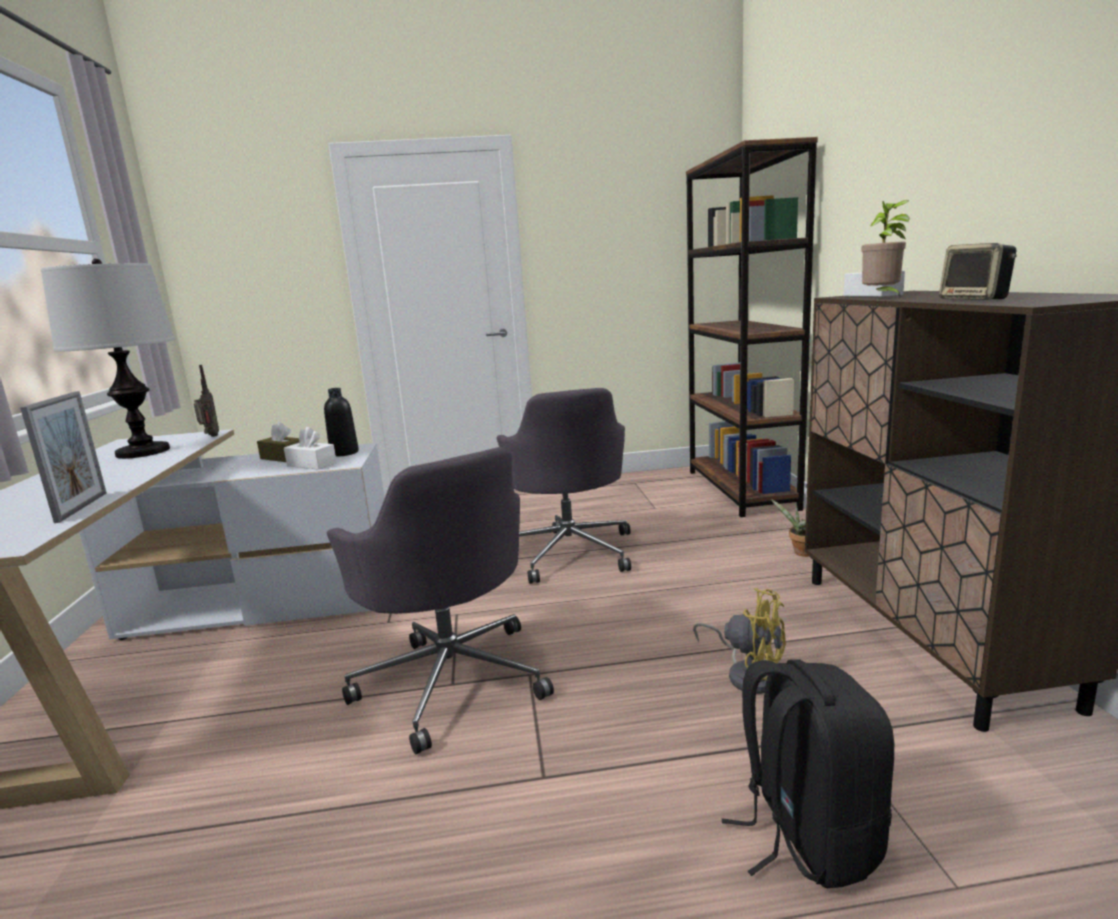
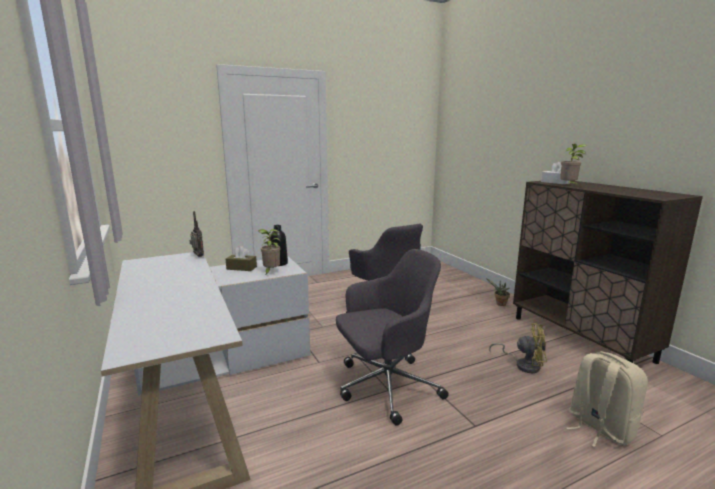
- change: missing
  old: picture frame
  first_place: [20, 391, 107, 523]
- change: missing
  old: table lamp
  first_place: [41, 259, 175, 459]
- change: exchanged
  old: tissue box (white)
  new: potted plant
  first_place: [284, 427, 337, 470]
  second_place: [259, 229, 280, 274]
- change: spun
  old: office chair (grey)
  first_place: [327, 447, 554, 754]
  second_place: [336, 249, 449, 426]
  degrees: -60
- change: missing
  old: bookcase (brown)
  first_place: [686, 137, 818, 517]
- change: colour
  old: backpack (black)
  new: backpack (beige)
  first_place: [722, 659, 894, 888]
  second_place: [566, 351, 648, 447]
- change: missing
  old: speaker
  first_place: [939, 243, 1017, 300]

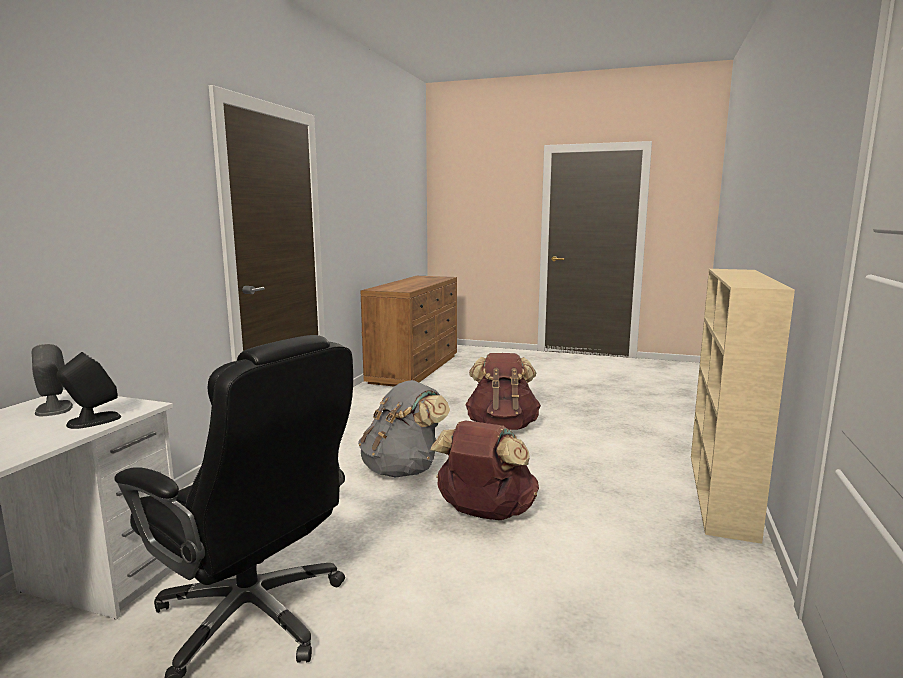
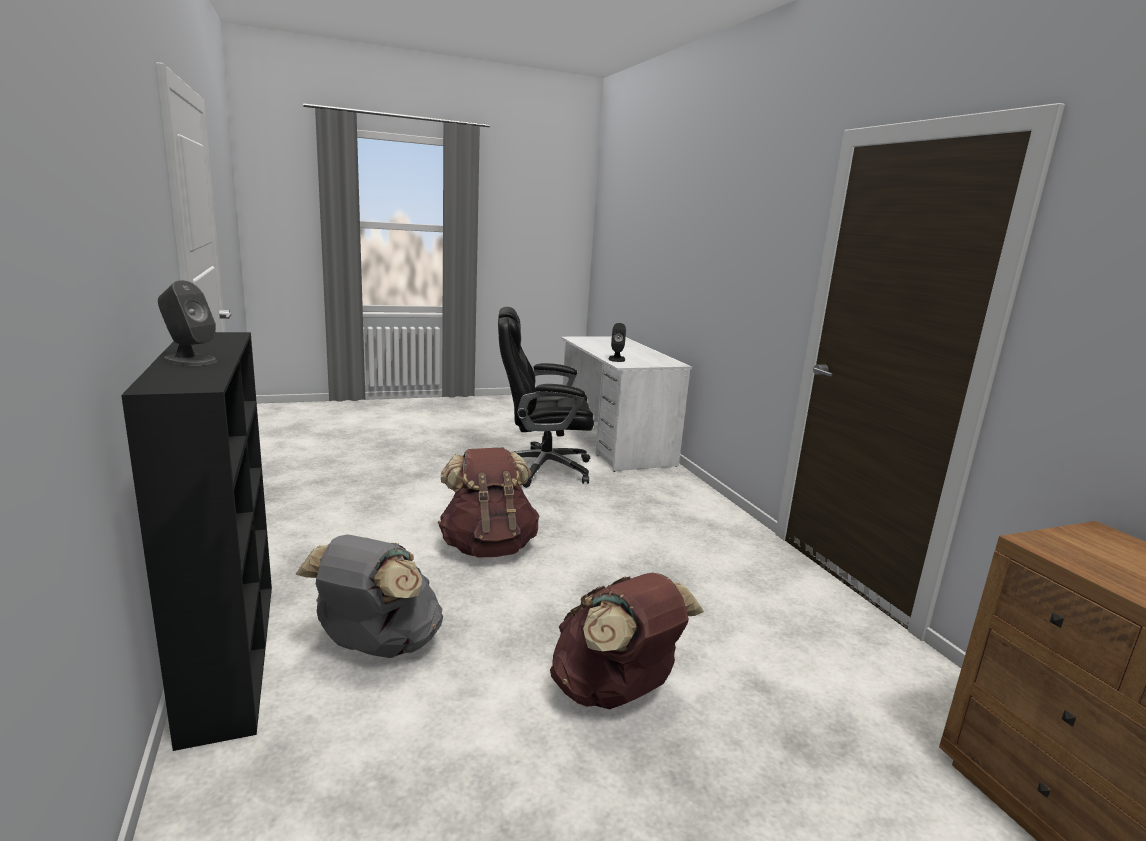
- change: relocated
  old: speaker (grey)
  first_place: [32, 344, 73, 416]
  second_place: [158, 280, 217, 366]
- change: relocated
  old: backpack (grey)
  first_place: [358, 380, 450, 478]
  second_place: [296, 534, 443, 658]
- change: colour
  old: bookcase (beige)
  new: bookcase (black)
  first_place: [691, 269, 795, 544]
  second_place: [121, 332, 272, 751]

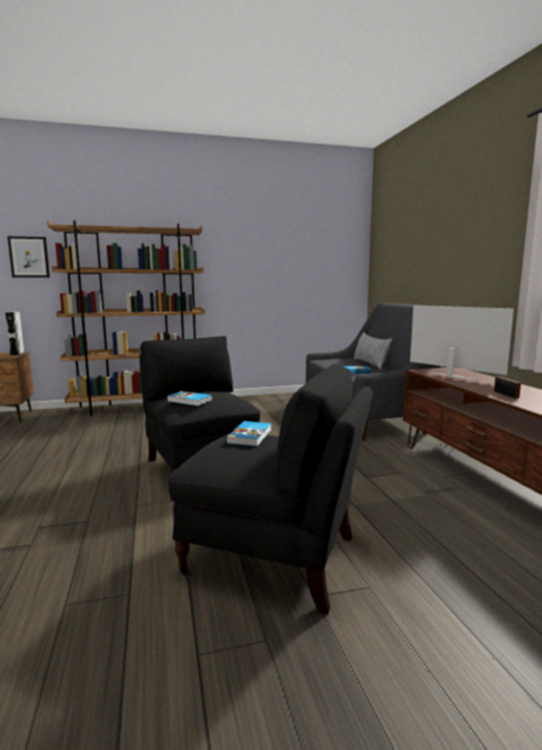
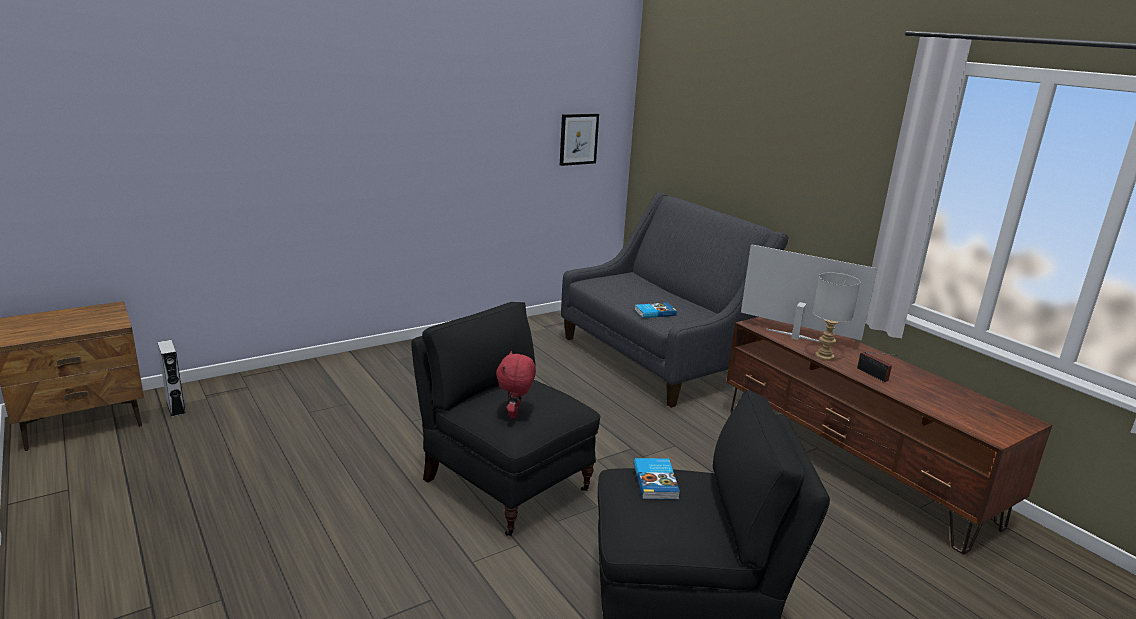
- change: relocated
  old: speaker (grey)
  first_place: [5, 311, 24, 355]
  second_place: [157, 340, 186, 417]
- change: relocated
  old: picture
  first_place: [7, 236, 50, 277]
  second_place: [560, 114, 599, 166]
- change: missing
  old: bookcase (brown)
  first_place: [47, 220, 205, 416]
- change: exchanged
  old: book
  new: plush toy (red)
  first_place: [167, 391, 212, 406]
  second_place: [496, 351, 536, 418]
- change: missing
  old: pillow
  first_place: [353, 332, 392, 369]
- change: appeared
  new: table lamp (grey)
  second_place: [813, 272, 860, 361]

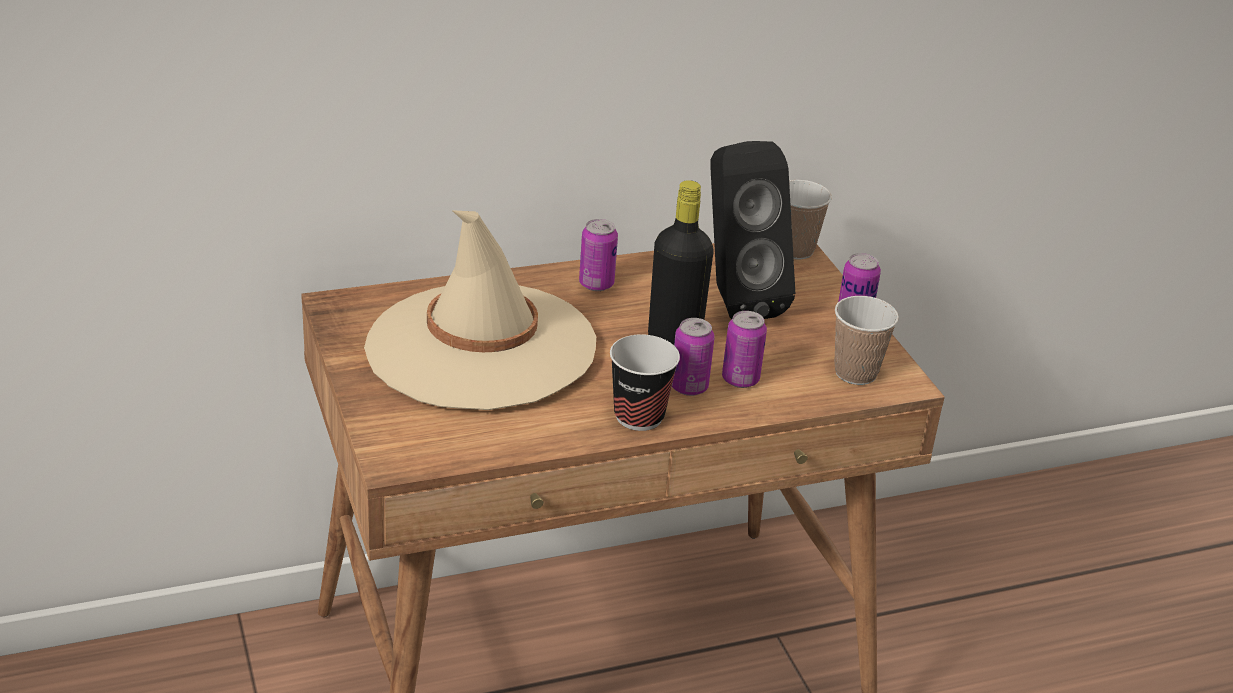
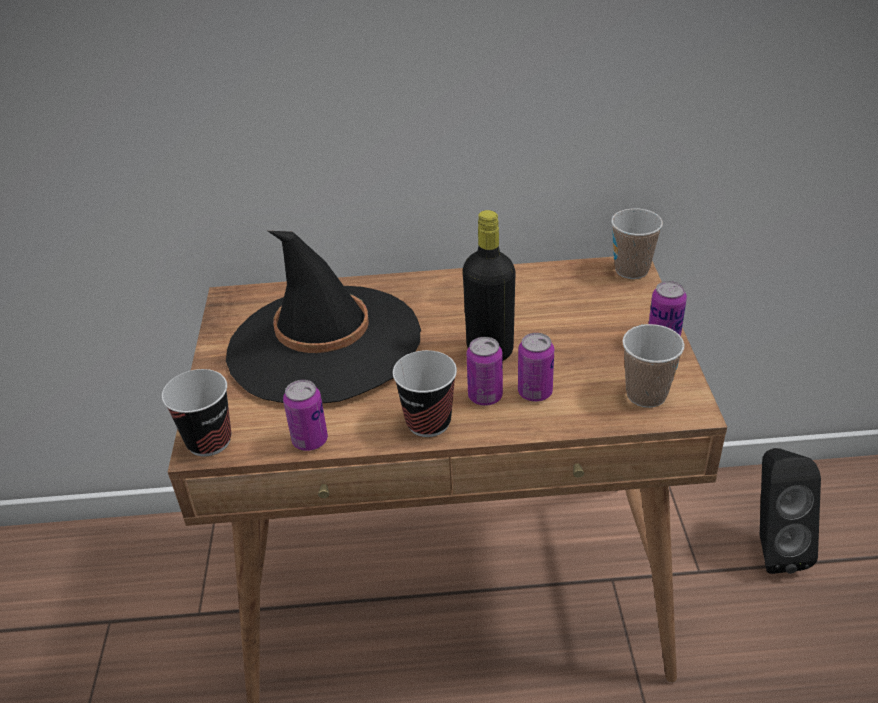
- change: colour
  old: hat (beige)
  new: hat (black)
  first_place: [364, 210, 596, 410]
  second_place: [226, 231, 421, 403]
- change: relocated
  old: can
  first_place: [579, 219, 618, 291]
  second_place: [283, 380, 328, 451]
- change: relocated
  old: speaker (black)
  first_place: [710, 141, 795, 319]
  second_place: [760, 448, 821, 574]
- change: appeared
  new: cup
  second_place: [162, 369, 231, 457]

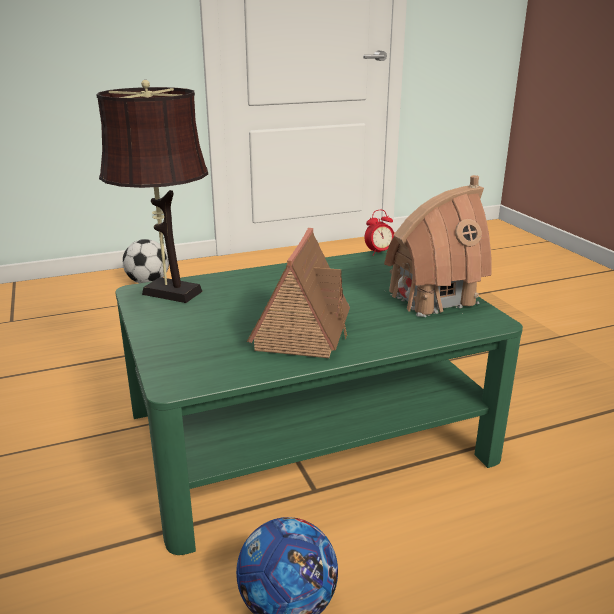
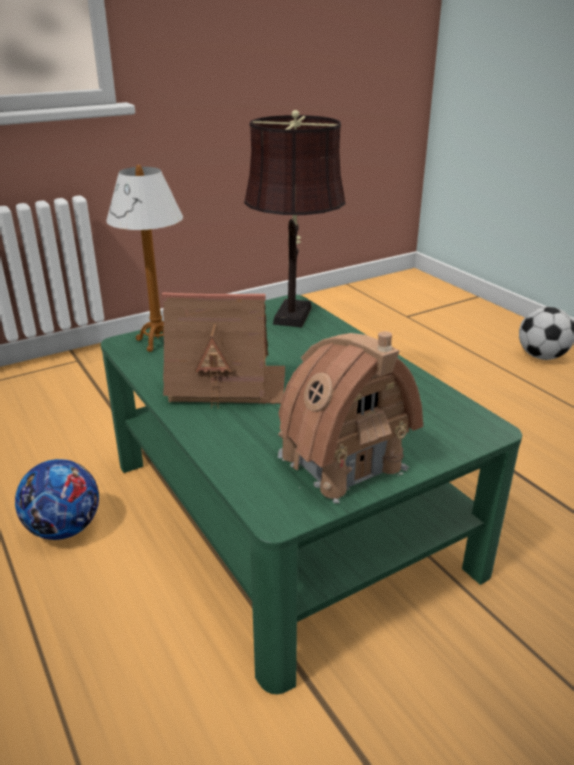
- change: missing
  old: alarm clock
  first_place: [365, 210, 394, 256]
- change: appeared
  new: table lamp
  second_place: [106, 165, 183, 352]

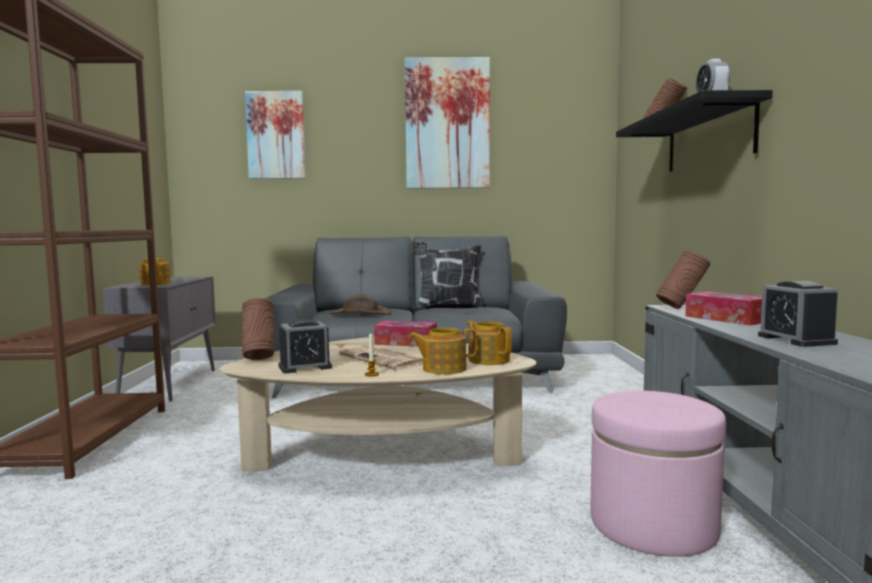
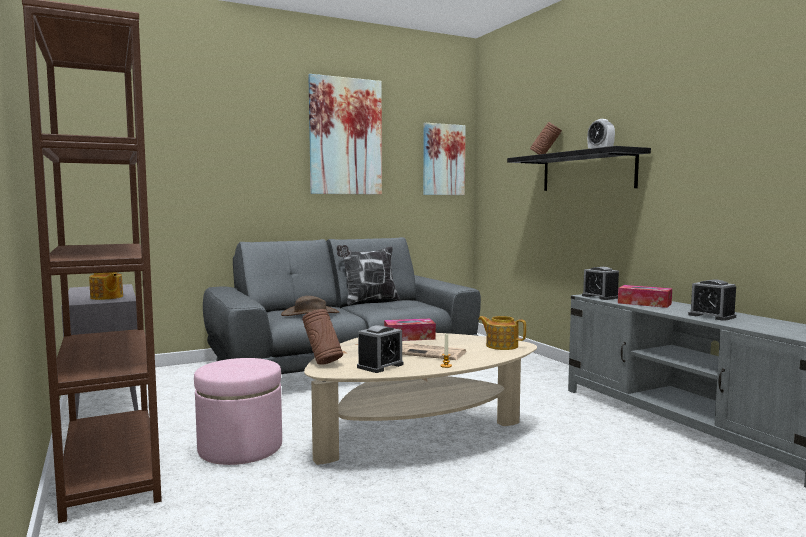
- change: relocated
  old: picture
  first_place: [245, 91, 306, 179]
  second_place: [423, 123, 465, 195]
- change: missing
  old: teapot
  first_place: [409, 328, 477, 374]
- change: relocated
  old: ottoman (pink)
  first_place: [591, 391, 726, 557]
  second_place: [194, 358, 282, 465]
- change: exchanged
  old: vase (brown)
  new: alarm clock
  first_place: [656, 250, 710, 309]
  second_place: [582, 267, 619, 300]

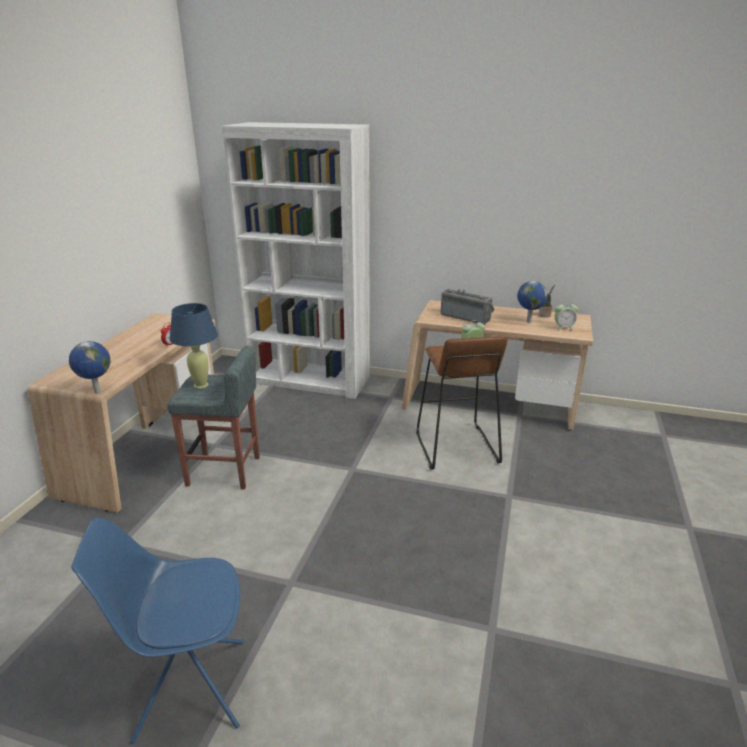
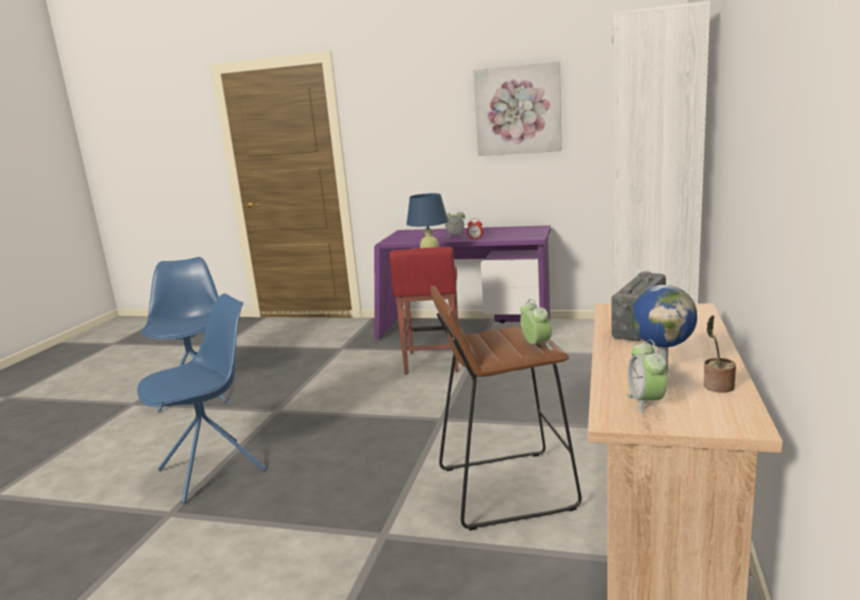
- change: colour
  old: desk (beige)
  new: desk (purple)
  first_place: [28, 313, 215, 513]
  second_place: [374, 225, 551, 339]
- change: missing
  old: globe
  first_place: [69, 341, 110, 394]
- change: colour
  old: stool (grey)
  new: stool (red)
  first_place: [167, 346, 260, 490]
  second_place: [389, 247, 459, 375]
- change: appeared
  new: chair (blue)
  second_place: [137, 294, 266, 504]
- change: appeared
  new: alarm clock
  second_place: [445, 208, 465, 238]
- change: appeared
  new: picture
  second_place: [473, 61, 562, 156]

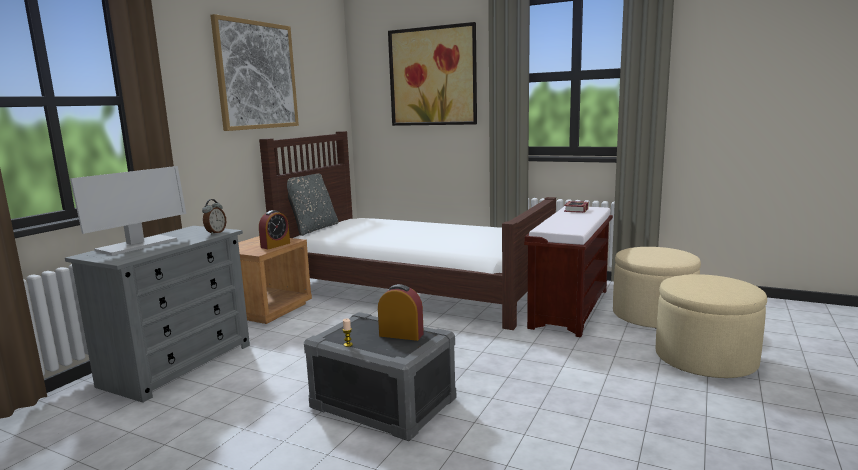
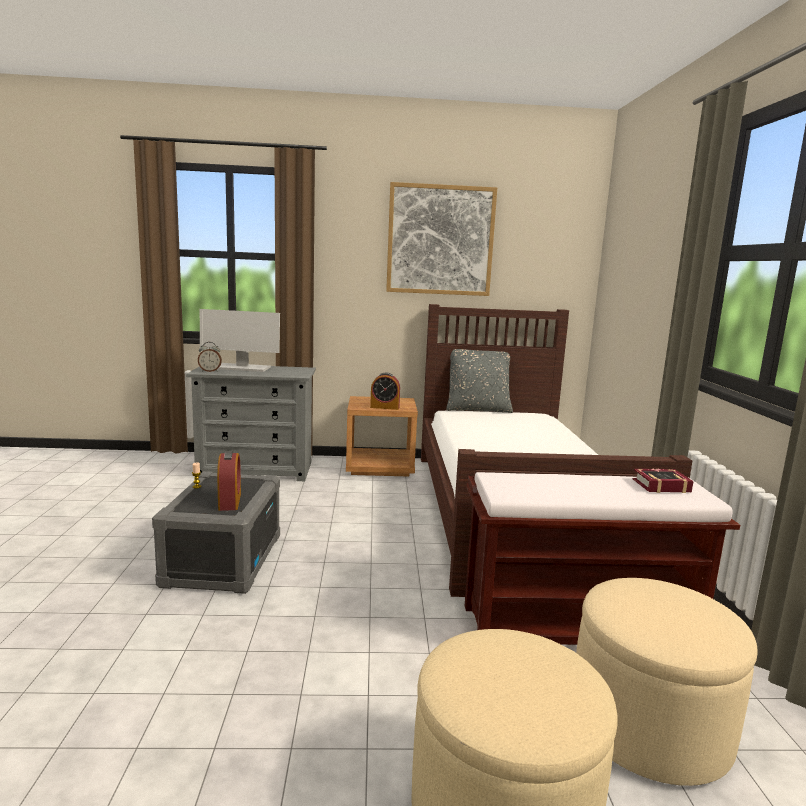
- change: relocated
  old: alarm clock
  first_place: [202, 199, 226, 235]
  second_place: [198, 342, 222, 372]
- change: missing
  old: picture
  first_place: [388, 22, 477, 126]

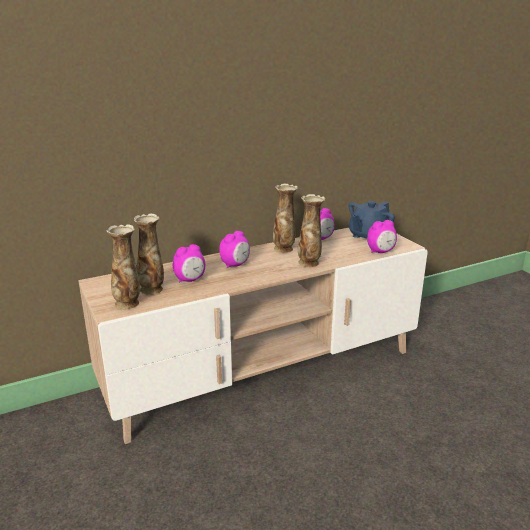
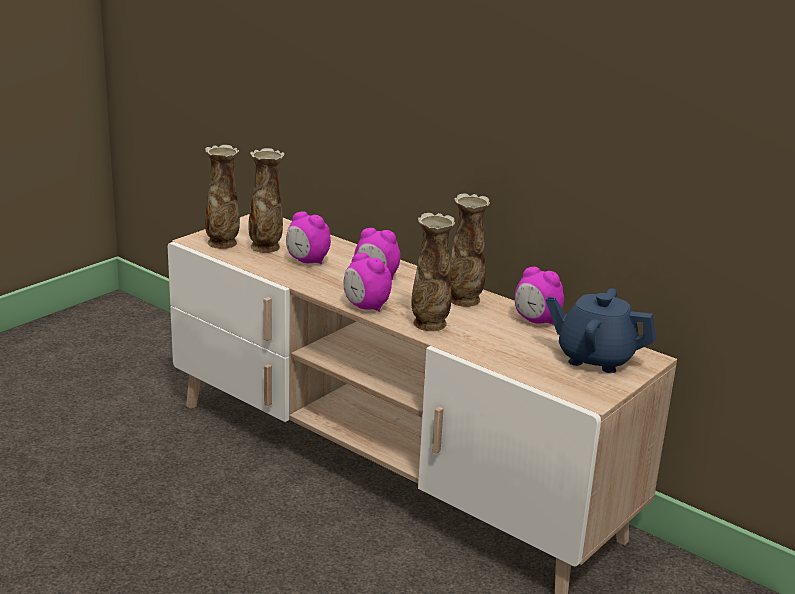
- change: relocated
  old: alarm clock
  first_place: [367, 220, 397, 253]
  second_place: [344, 253, 392, 312]

